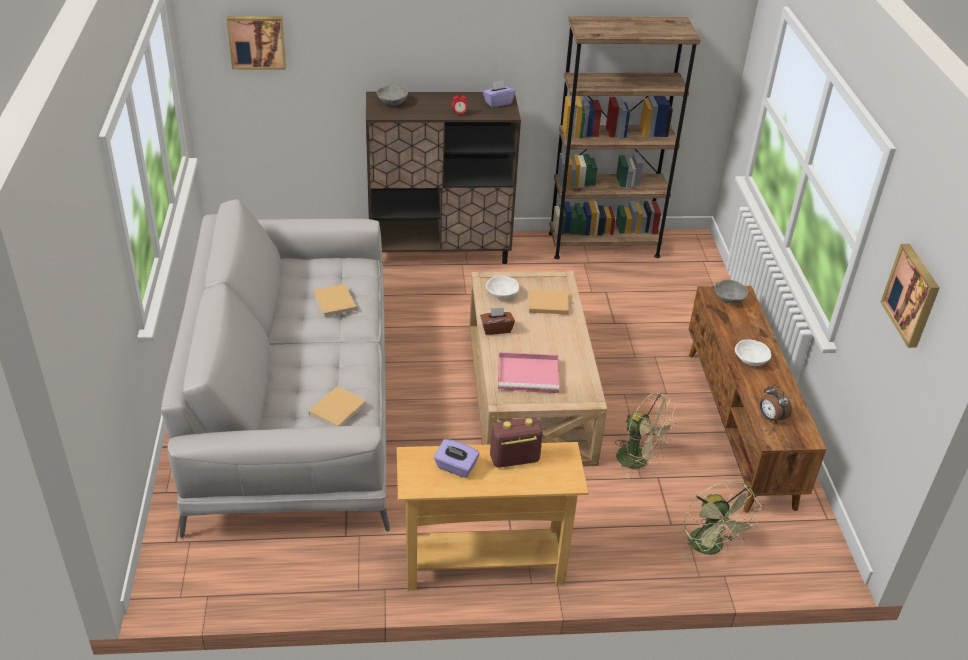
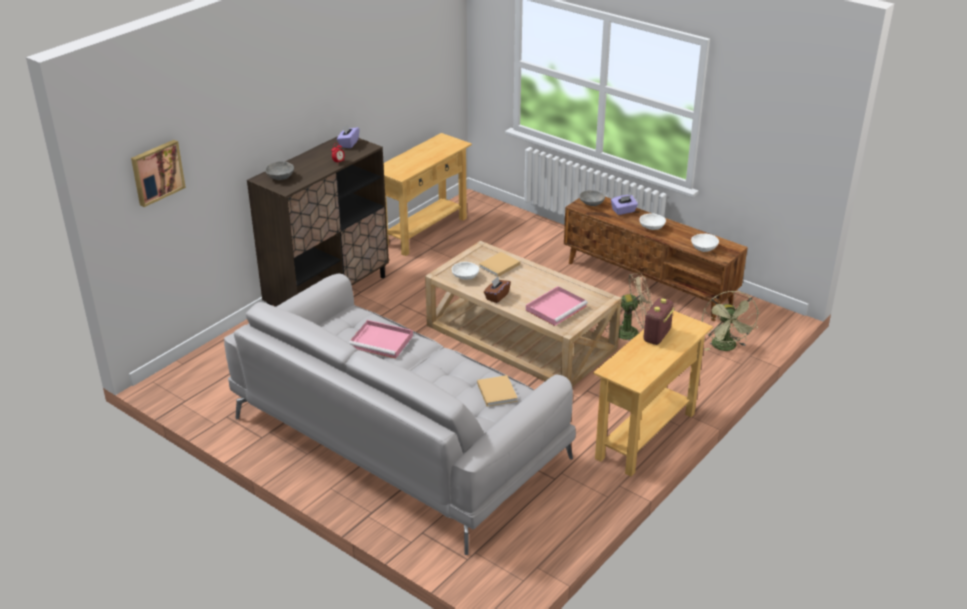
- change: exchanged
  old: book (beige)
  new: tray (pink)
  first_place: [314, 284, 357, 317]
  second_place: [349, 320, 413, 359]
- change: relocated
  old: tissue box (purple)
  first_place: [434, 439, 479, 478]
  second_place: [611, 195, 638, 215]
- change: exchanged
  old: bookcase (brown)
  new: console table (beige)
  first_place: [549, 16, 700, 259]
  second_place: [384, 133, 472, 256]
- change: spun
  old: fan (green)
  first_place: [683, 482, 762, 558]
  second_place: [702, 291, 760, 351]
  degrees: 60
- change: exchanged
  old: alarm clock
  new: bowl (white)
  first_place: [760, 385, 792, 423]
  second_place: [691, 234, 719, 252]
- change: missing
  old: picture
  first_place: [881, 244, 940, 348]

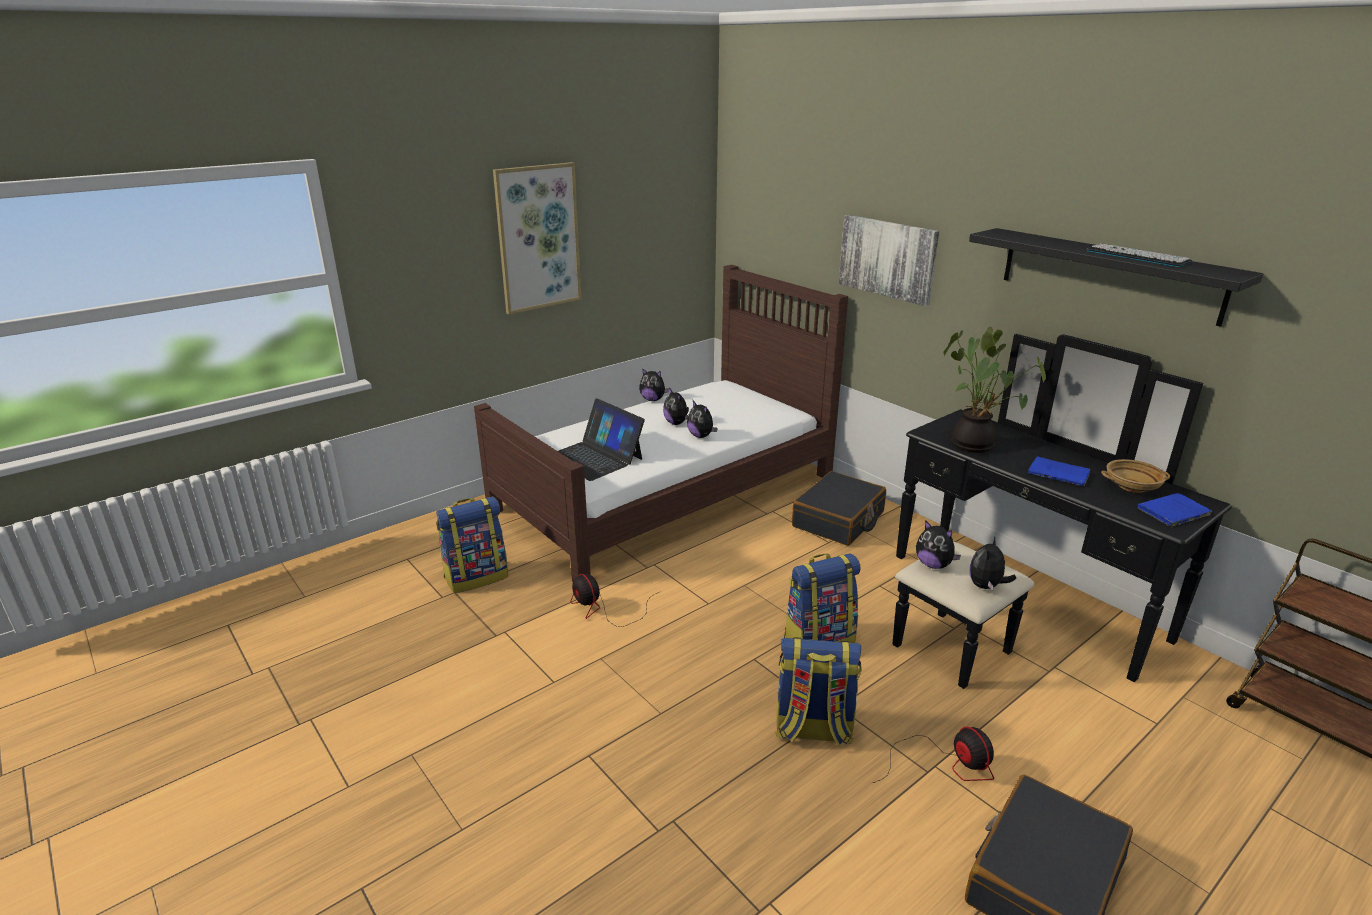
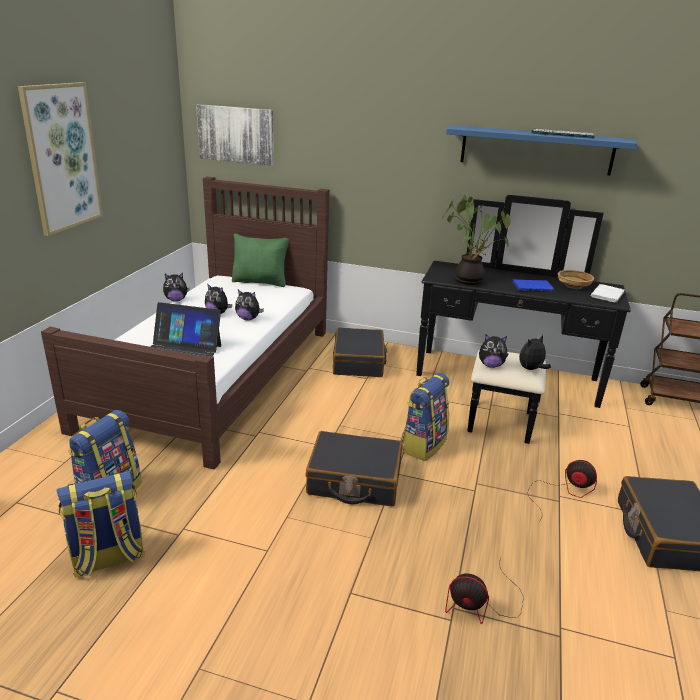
- change: relocated
  old: fan
  first_place: [570, 574, 659, 627]
  second_place: [445, 557, 524, 624]
- change: relocated
  old: backpack
  first_place: [775, 637, 861, 746]
  second_place: [56, 471, 145, 577]
- change: relocated
  old: picture
  first_place: [839, 215, 939, 306]
  second_place: [196, 104, 274, 166]
- change: colour
  old: shelf (black)
  new: shelf (blue)
  first_place: [969, 228, 1263, 327]
  second_place: [446, 125, 637, 176]
- change: spun
  old: plush toy
  first_place: [969, 536, 1016, 590]
  second_place: [519, 335, 551, 370]
  degrees: 60
- change: colour
  old: book (blue)
  new: book (white)
  first_place: [1137, 493, 1212, 527]
  second_place: [591, 284, 625, 303]
- change: appeared
  new: pillow (green)
  second_place: [232, 234, 289, 287]
- change: appeared
  new: suitcase (black)
  second_place: [306, 431, 402, 506]

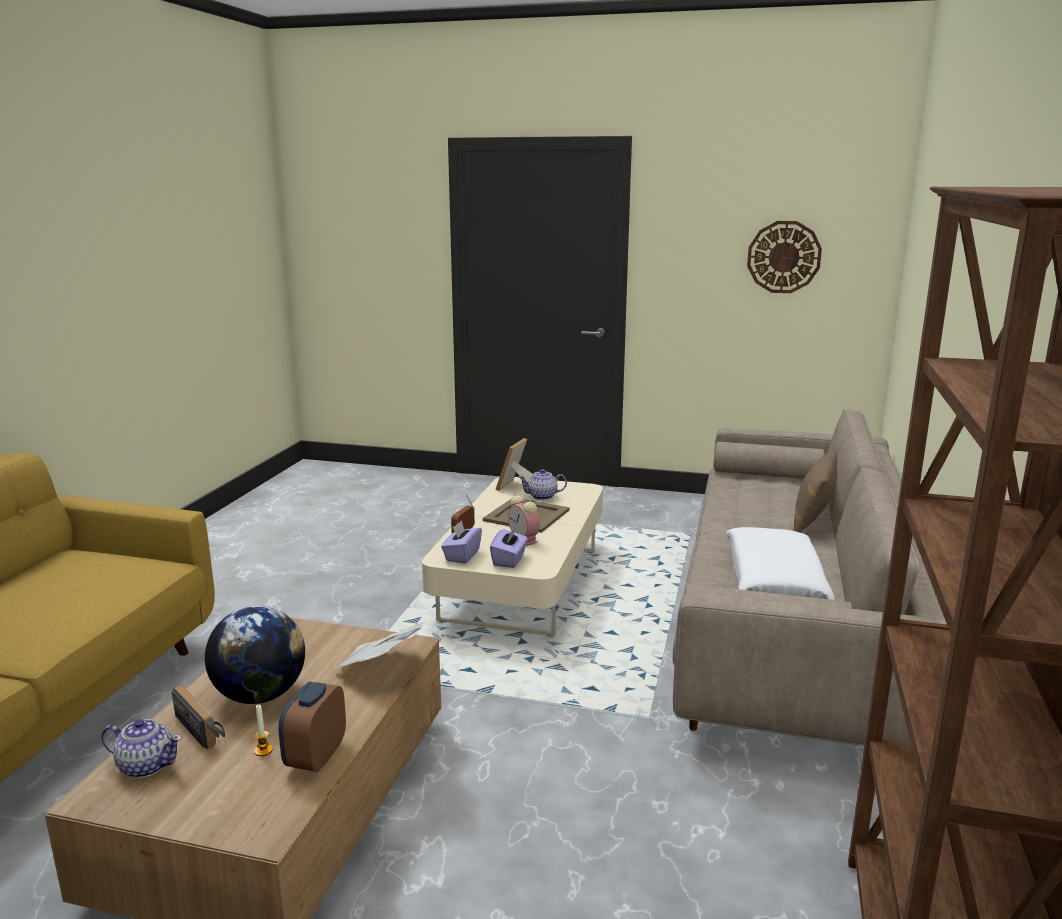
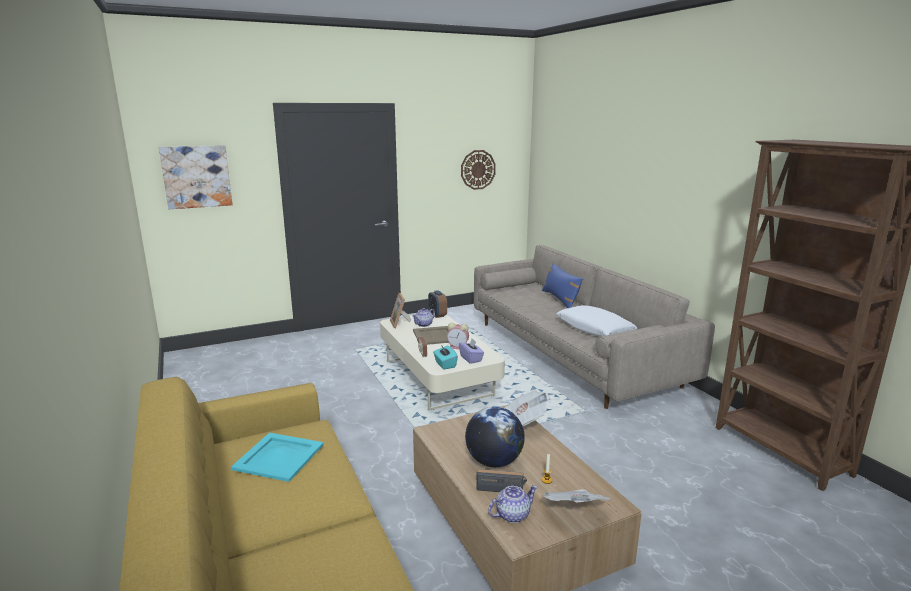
- change: relocated
  old: alarm clock
  first_place: [278, 682, 346, 772]
  second_place: [428, 290, 447, 318]
- change: colour
  old: tissue box (purple)
  new: tissue box (turquoise)
  first_place: [441, 520, 482, 563]
  second_place: [433, 346, 458, 369]
- change: colour
  old: pillow (brown)
  new: pillow (blue)
  first_place: [793, 446, 837, 533]
  second_place: [542, 263, 583, 308]
- change: appeared
  new: picture
  second_place: [159, 145, 233, 209]
- change: appeared
  new: tray (turquoise)
  second_place: [231, 433, 323, 482]
- change: appeared
  new: newspaper
  second_place: [543, 489, 610, 503]

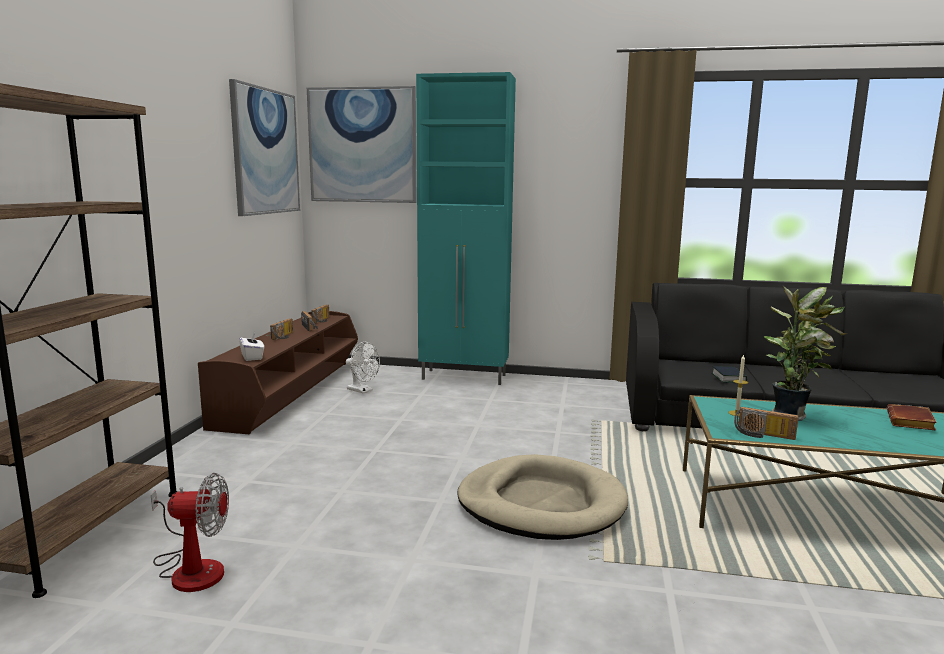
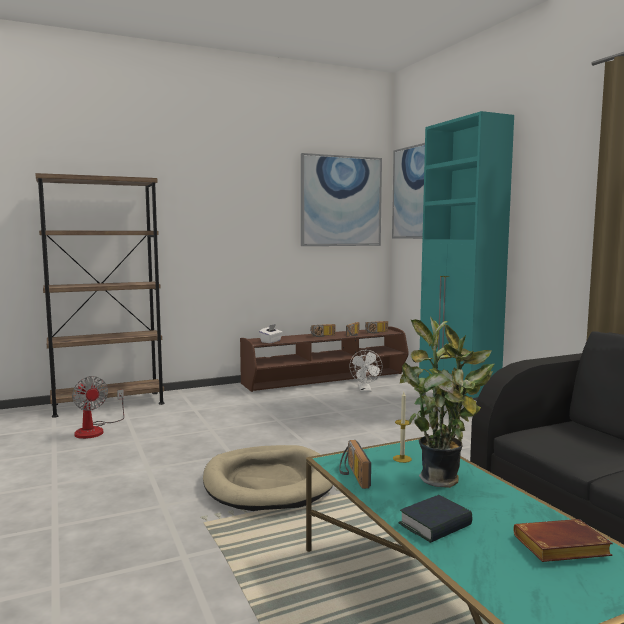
- change: relocated
  old: book
  first_place: [712, 366, 747, 383]
  second_place: [398, 495, 472, 543]

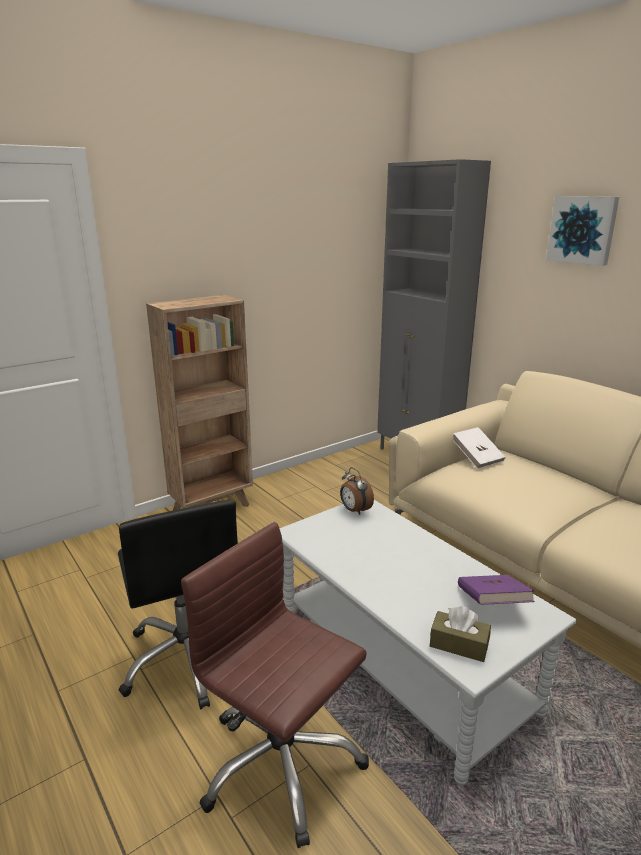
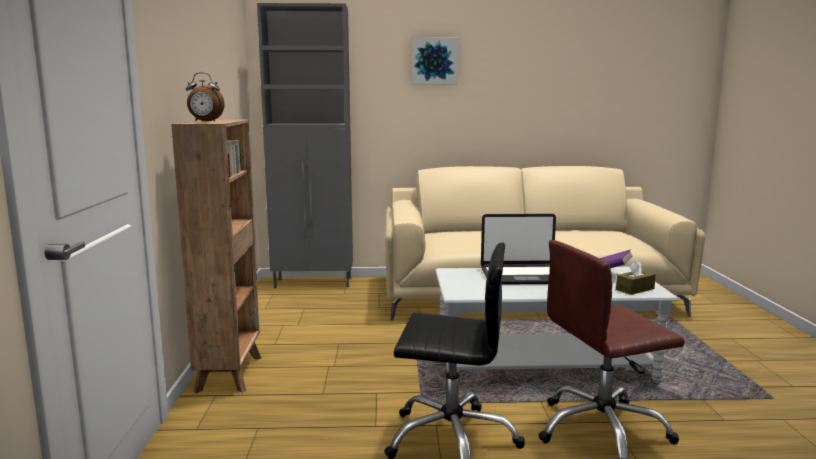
- change: relocated
  old: alarm clock
  first_place: [340, 467, 374, 515]
  second_place: [186, 72, 225, 122]
- change: missing
  old: book (white)
  first_place: [453, 427, 506, 469]
- change: appeared
  new: laptop
  second_place: [481, 214, 556, 285]

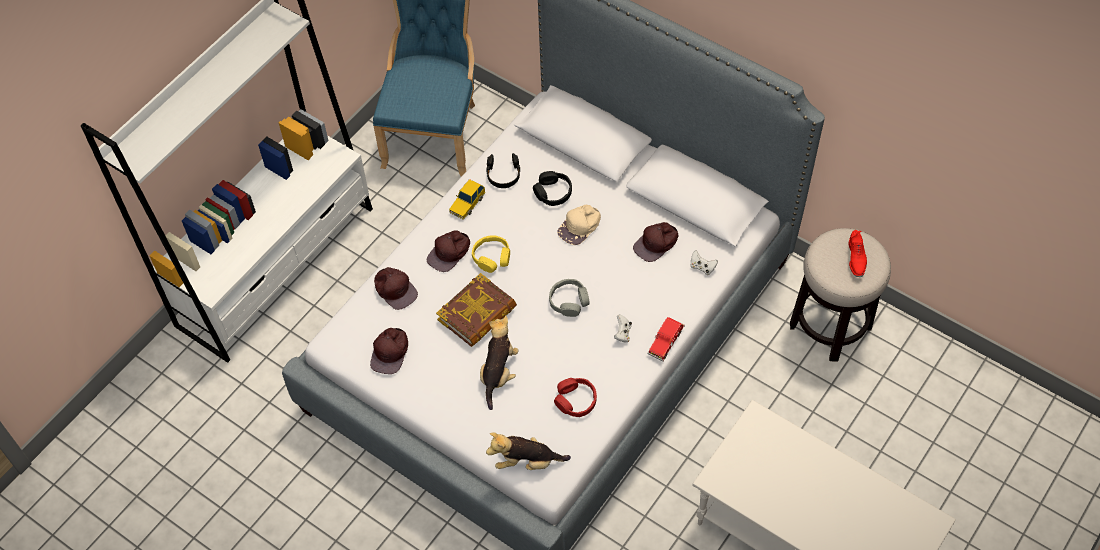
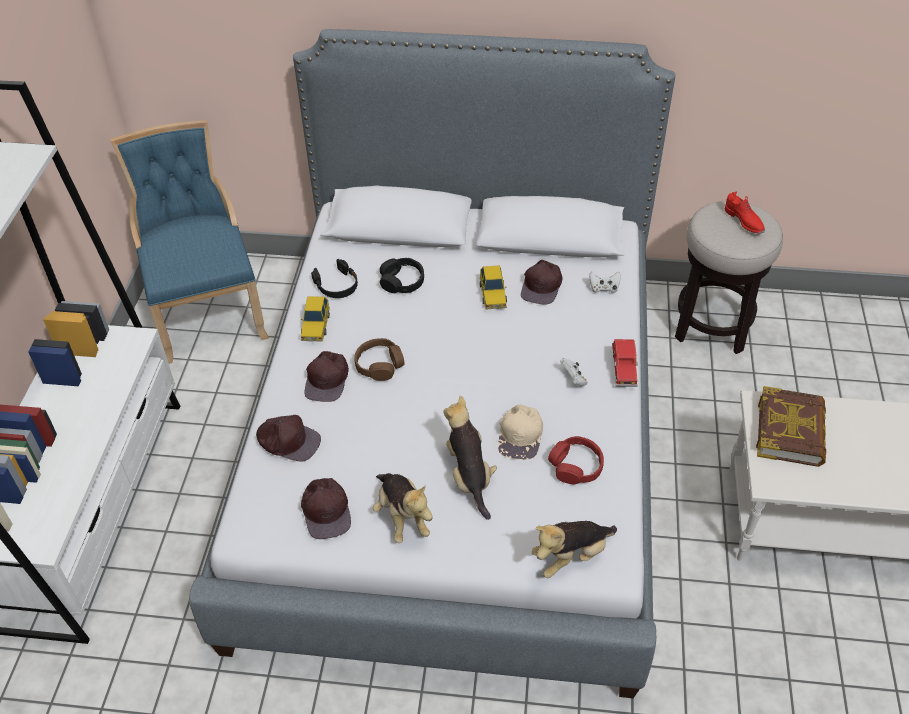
- change: relocated
  old: book
  first_place: [436, 273, 517, 347]
  second_place: [756, 386, 826, 467]
- change: colour
  old: headphones (yellow)
  new: headphones (brown)
  first_place: [472, 235, 510, 273]
  second_place: [354, 338, 404, 381]
- change: missing
  old: headphones (grey)
  first_place: [549, 279, 590, 317]
- change: relocated
  old: cap (beige)
  first_place: [557, 205, 601, 245]
  second_place: [498, 405, 543, 460]
- change: appeared
  new: plush toy
  second_place: [373, 473, 433, 543]
- change: appeared
  new: toy car
  second_place: [480, 265, 507, 310]

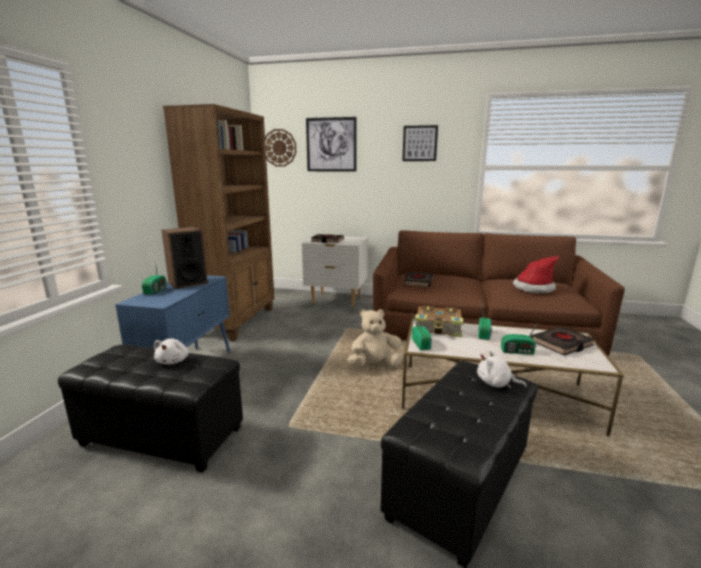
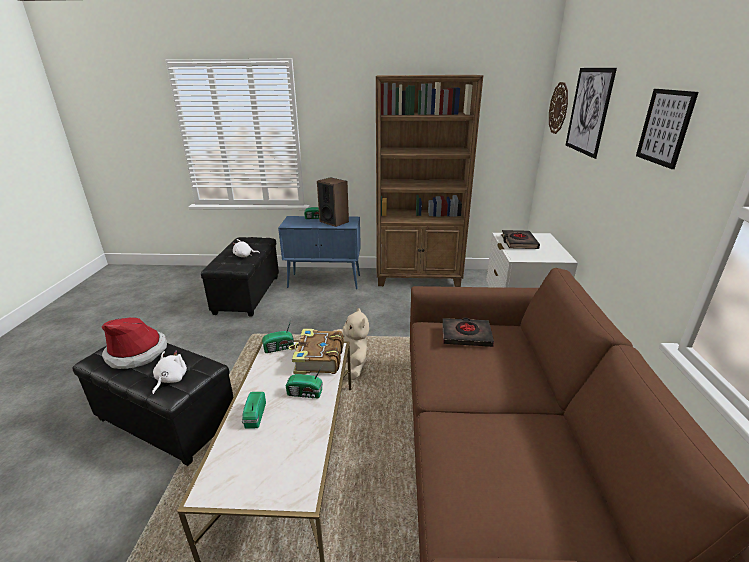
- change: relocated
  old: hat
  first_place: [513, 256, 559, 294]
  second_place: [102, 318, 167, 369]
- change: missing
  old: book (black)
  first_place: [531, 326, 595, 355]

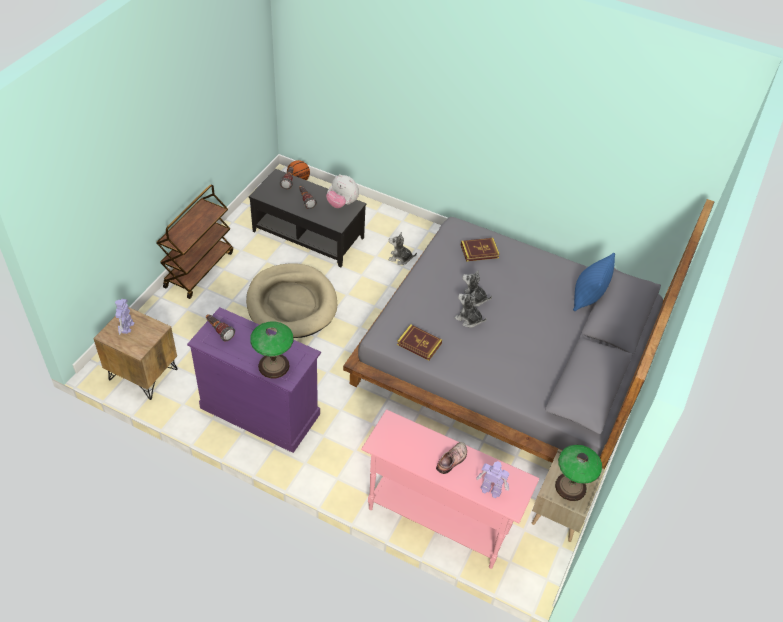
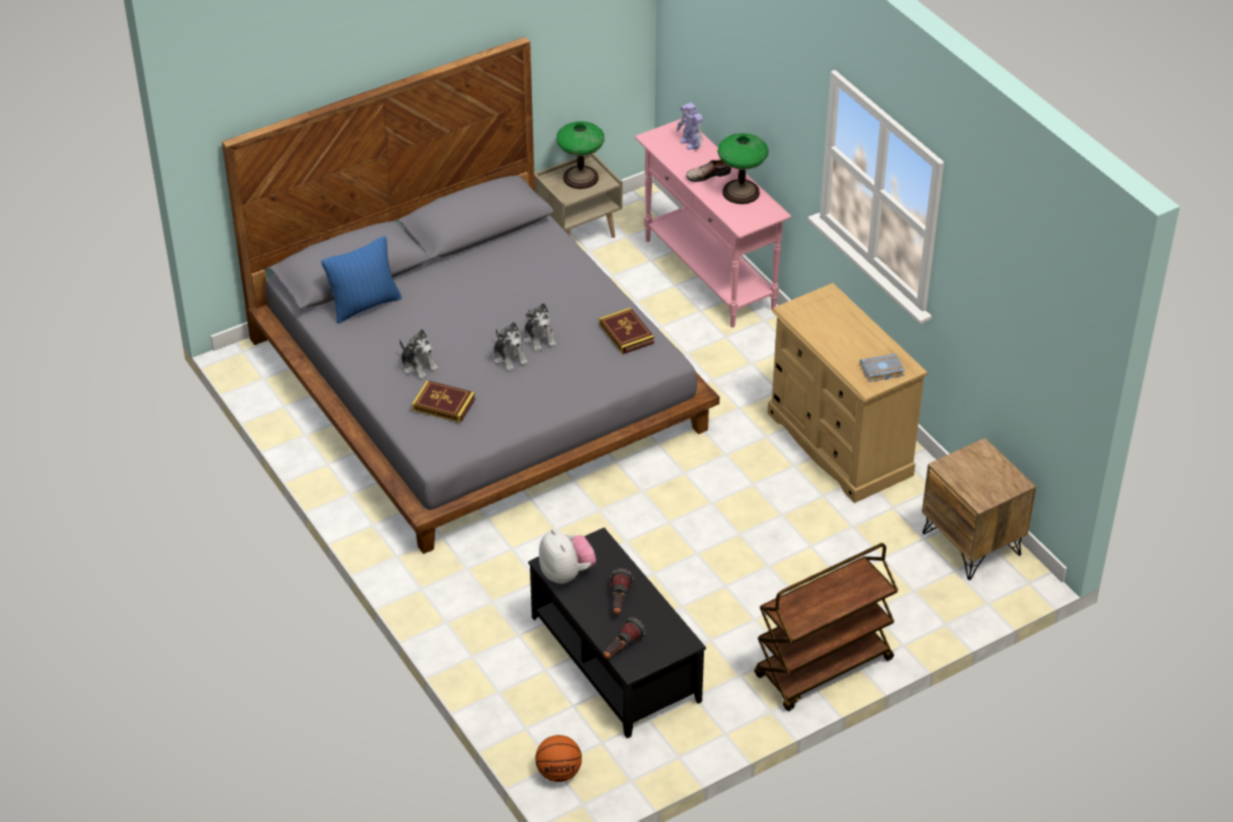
- change: missing
  old: toy robot
  first_place: [115, 299, 135, 335]
- change: colour
  old: dresser (purple)
  new: dresser (beige)
  first_place: [187, 307, 321, 453]
  second_place: [767, 283, 928, 503]
- change: exchanged
  old: flashlight
  new: book (grey)
  first_place: [206, 314, 235, 342]
  second_place: [860, 353, 905, 382]
- change: missing
  old: dog bed (beige)
  first_place: [246, 263, 337, 338]
- change: relocated
  old: table lamp
  first_place: [250, 321, 293, 378]
  second_place: [718, 133, 769, 204]
- change: relocated
  old: plush toy
  first_place: [389, 232, 417, 265]
  second_place: [400, 329, 439, 380]

